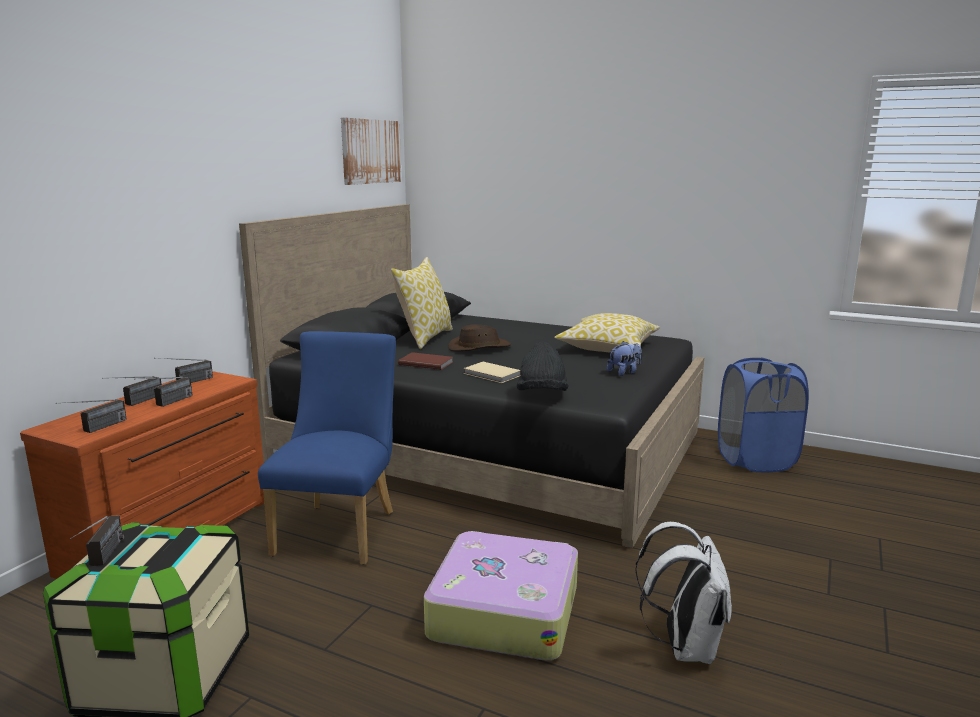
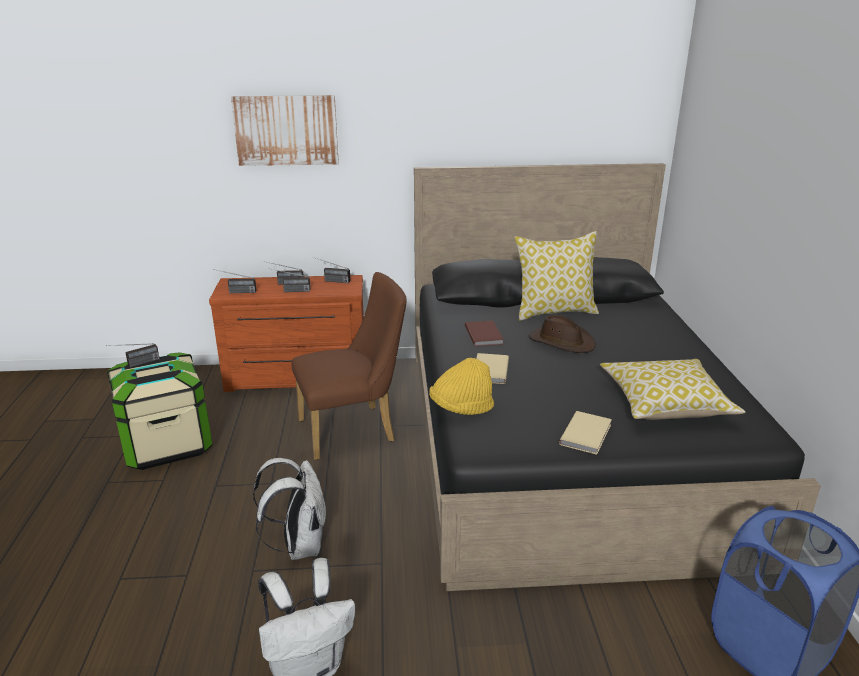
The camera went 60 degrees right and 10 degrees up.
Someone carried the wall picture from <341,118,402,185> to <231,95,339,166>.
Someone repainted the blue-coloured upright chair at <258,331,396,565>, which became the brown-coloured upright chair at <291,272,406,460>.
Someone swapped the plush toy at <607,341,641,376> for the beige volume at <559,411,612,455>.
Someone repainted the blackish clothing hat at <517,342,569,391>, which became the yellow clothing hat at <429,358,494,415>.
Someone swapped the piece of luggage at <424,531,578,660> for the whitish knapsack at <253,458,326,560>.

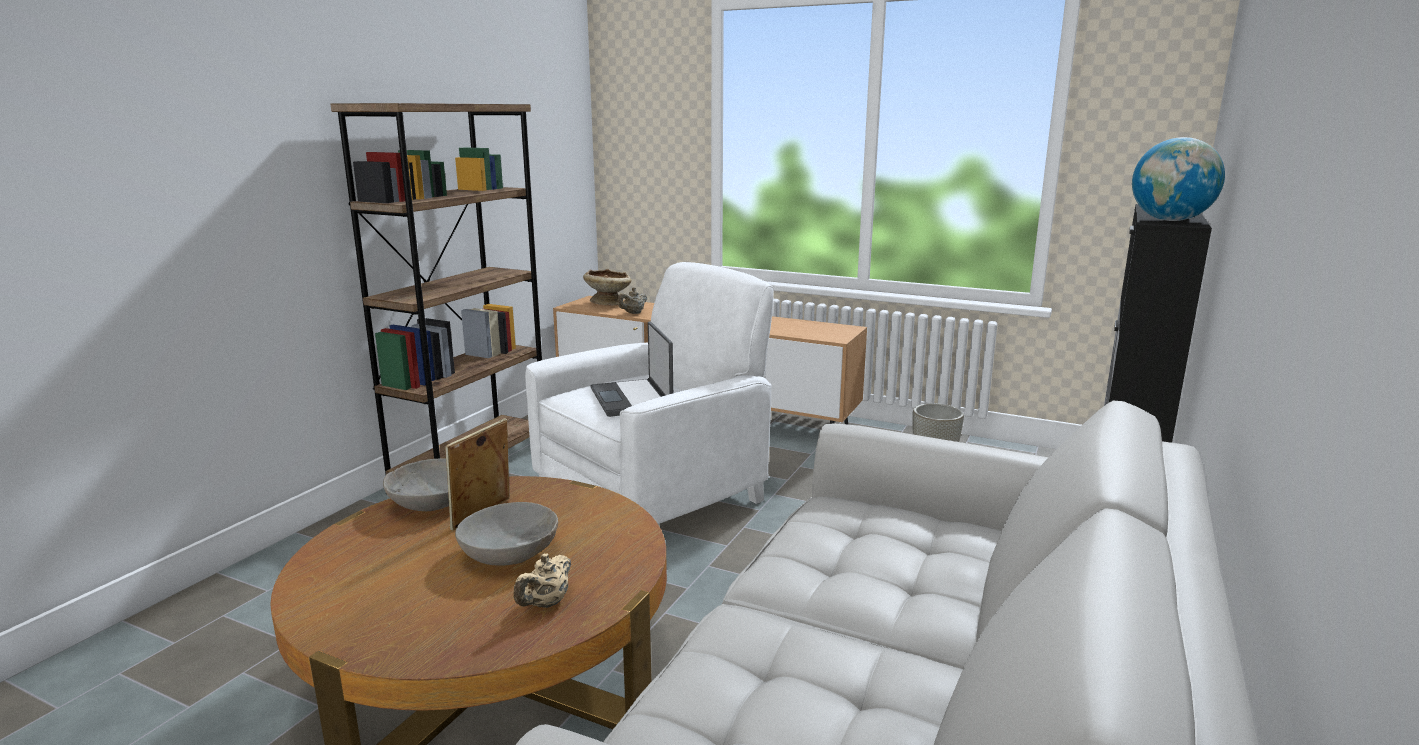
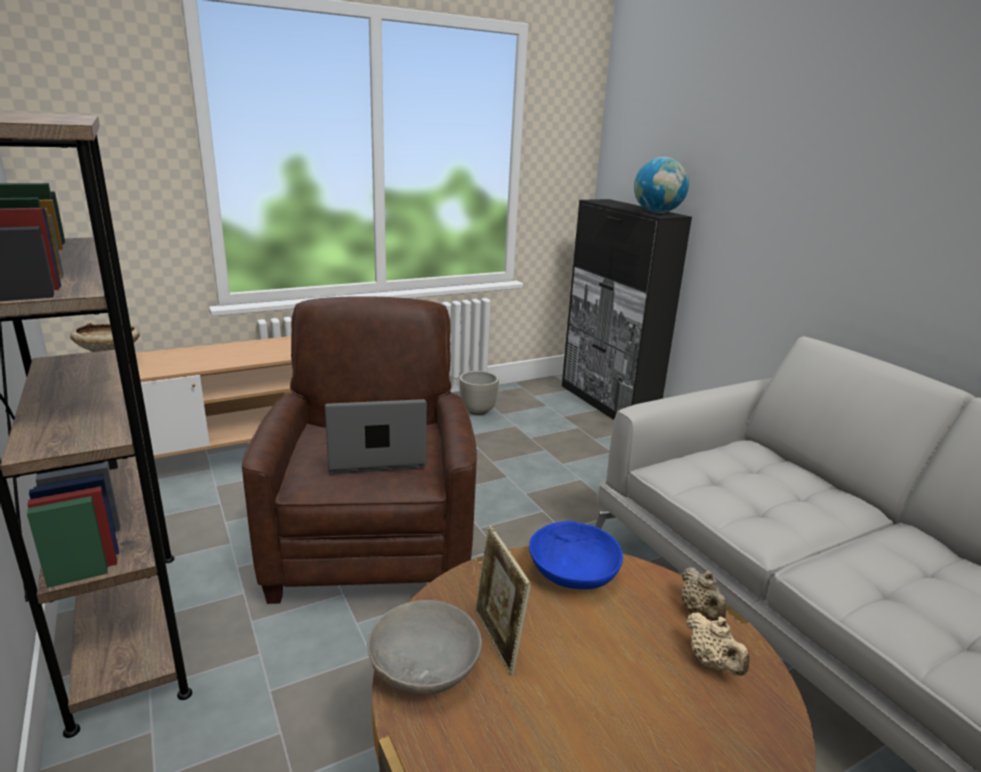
The camera went 55 degrees left and 5 degrees up.
Someone repainted the whitish lounge chair at <525,262,774,524>, which became the brown-coloured lounge chair at <242,296,477,604>.
Someone carried the beige tea pot from <618,287,647,314> to <681,567,727,621>.
Someone rotated the portable computer at <590,321,673,417> by 150 degrees clockwise.
Someone took away the gray bowl at <455,502,558,566>.
Someone put down the blue-coloured bowl at <529,521,623,589>.

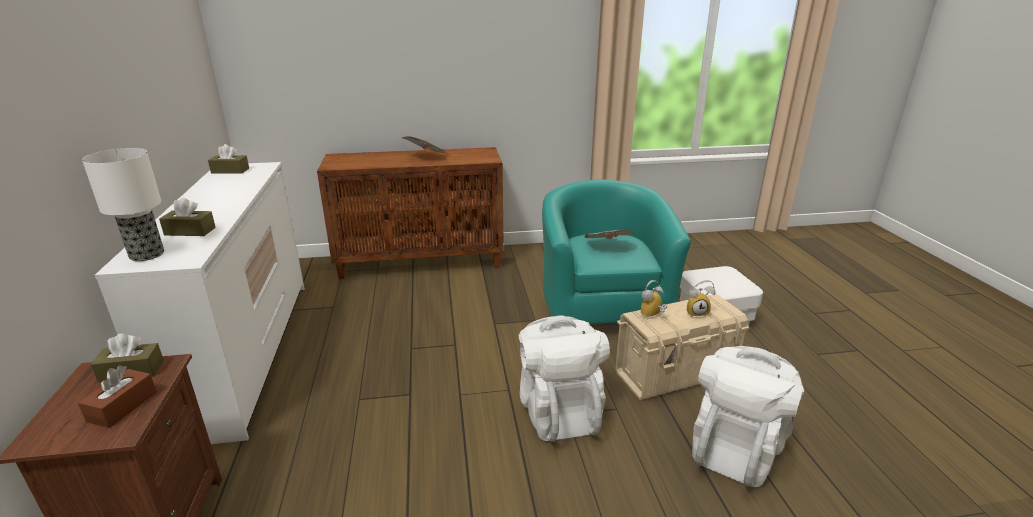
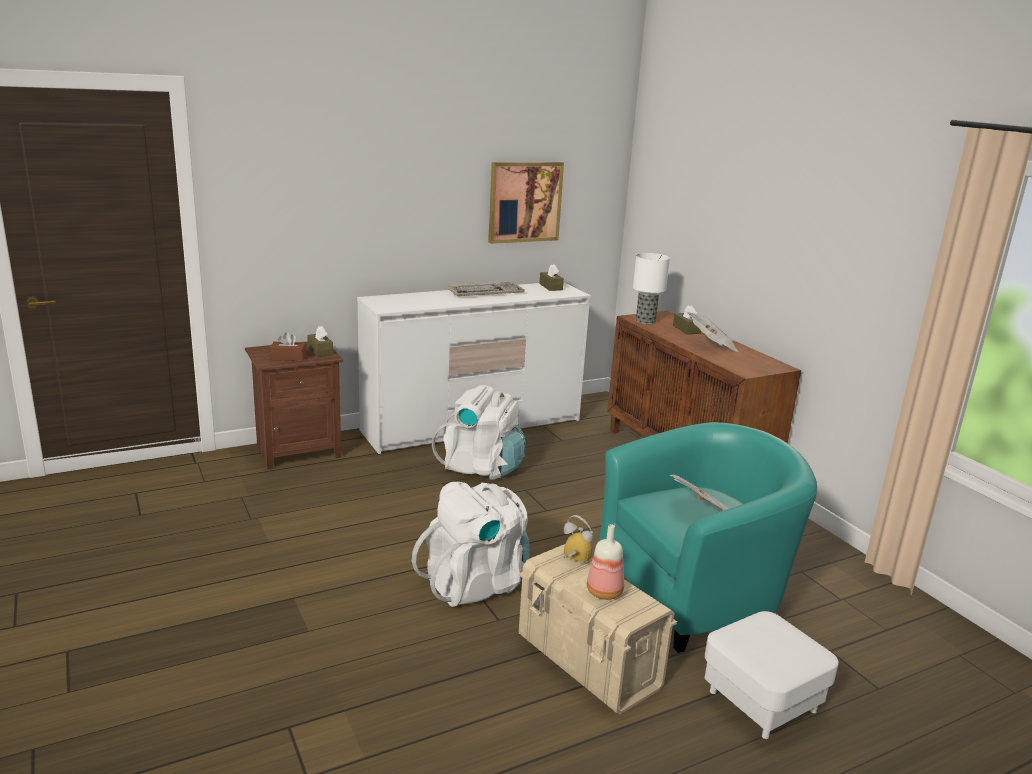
The camera went 70 degrees right and 5 degrees down.
Someone carried the lamp for a table from <82,148,164,261> to <633,253,670,324>.
Someone carried the brown-coloured tissue holder from <159,198,216,236> to <673,305,701,334>.
Someone swapped the alarm clock at <687,280,716,317> for the bottle at <587,524,624,600>.
Someone carried the whitish knapsack from <692,346,804,487> to <432,385,526,479>.
Someone put up the wall picture at <488,162,564,244>.
Someone put down the computer keyboard at <448,281,525,296>.

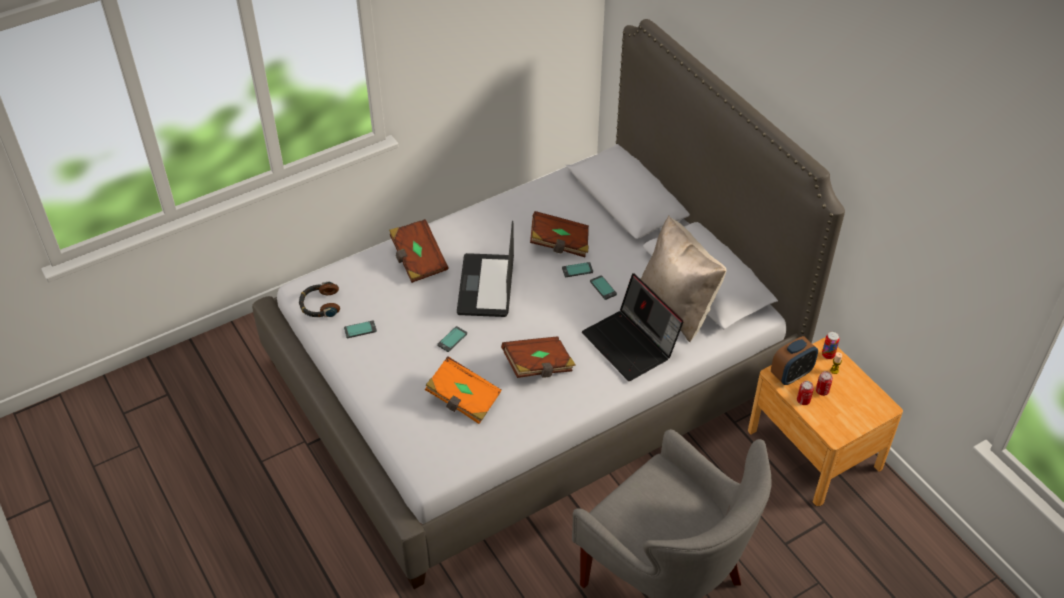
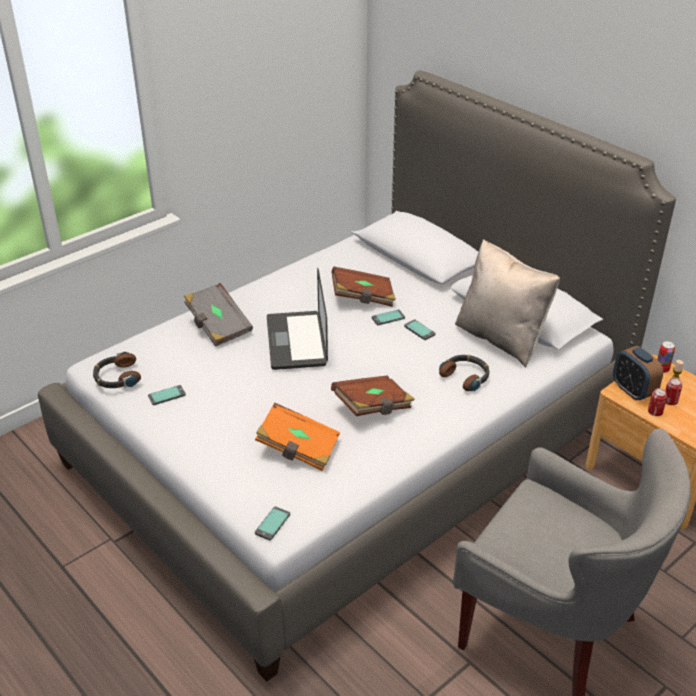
The camera went 10 degrees left and 10 degrees down.
Someone repainted the brown-coloured volume at <389,219,448,283>, which became the gray volume at <184,283,253,346>.
Someone swapped the portable computer at <582,273,684,381> for the headphones at <439,355,490,391>.
Someone carried the phone from <437,326,467,352> to <255,506,290,540>.
Someone rotated the alarm clock at <771,336,818,385> by 105 degrees clockwise.

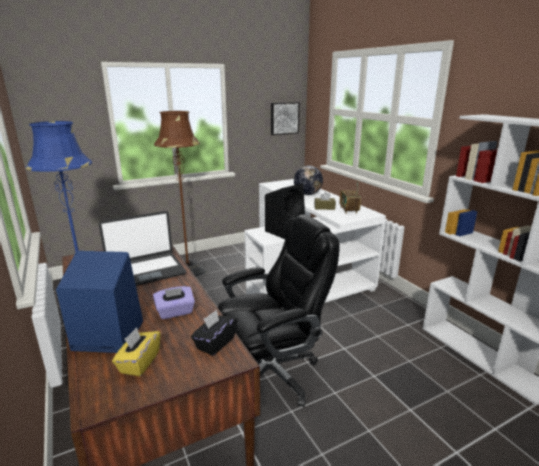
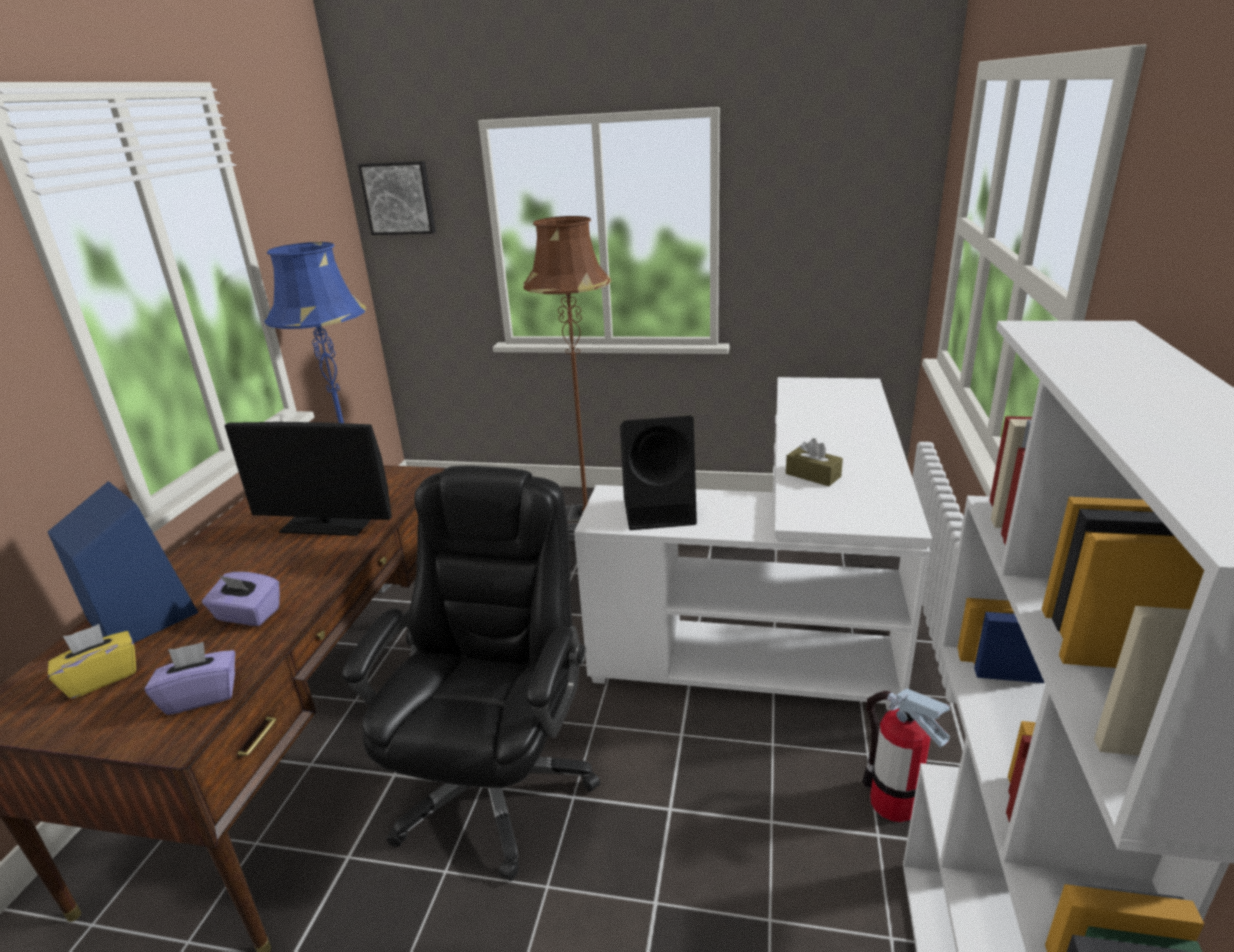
The camera went 40 degrees right and 5 degrees up.
Someone carried the wall picture from <271,102,300,135> to <358,161,436,235>.
Someone took away the globe at <294,165,323,195>.
Someone took away the radio at <340,184,361,214>.
Someone swapped the portable computer at <99,211,186,286> for the computer screen at <224,422,392,536>.
Someone rotated the blackish office chair at <218,215,340,407> by 90 degrees counterclockwise.
Someone repainted the blackish tissue holder at <191,310,237,356>, which became the purple-coloured tissue holder at <145,642,235,715>.
Someone put down the fire-fighting cylinder at <863,688,950,822>.

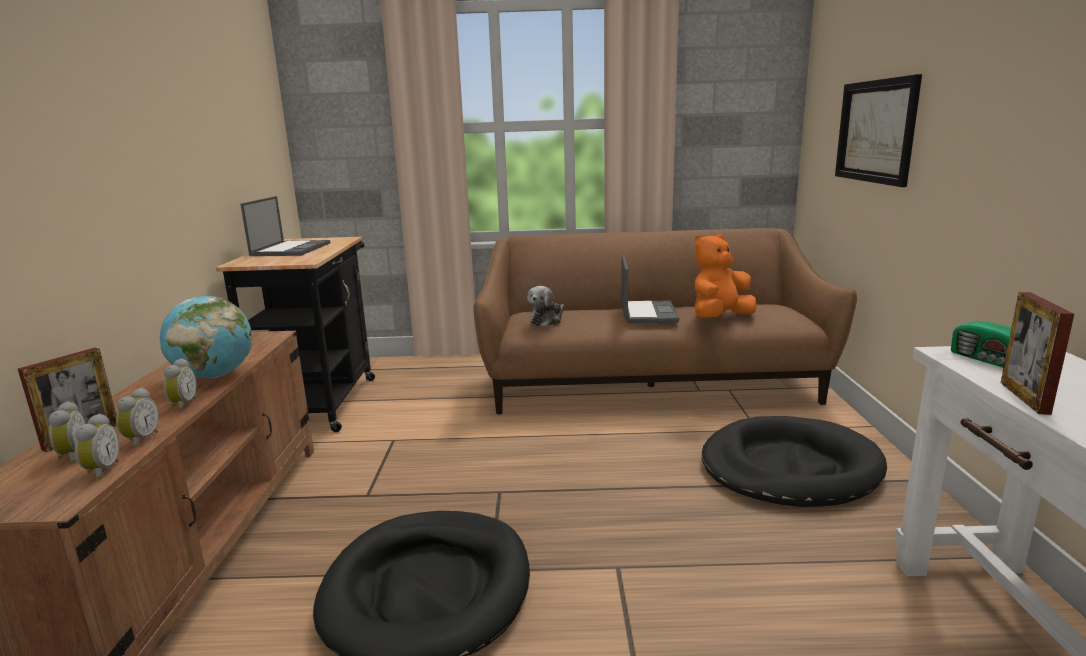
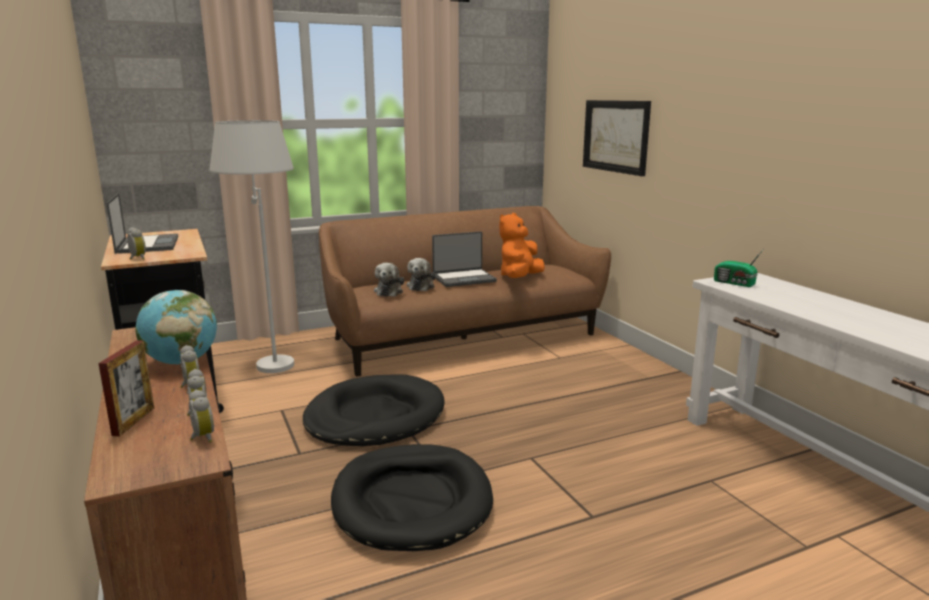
The camera went 25 degrees left and 0 degrees up.
Someone rotated the portable computer at <621,255,679,323> by 90 degrees clockwise.
Someone took away the standing frame at <1001,292,1074,415>.
Someone carried the alarm clock from <48,401,87,463> to <127,227,146,260>.
Someone carried the blackish dog cushion from <702,416,887,507> to <303,374,444,446>.
Someone put down the whitish standard lamp at <210,120,294,373>.
Someone put down the plush toy at <407,258,436,291>.

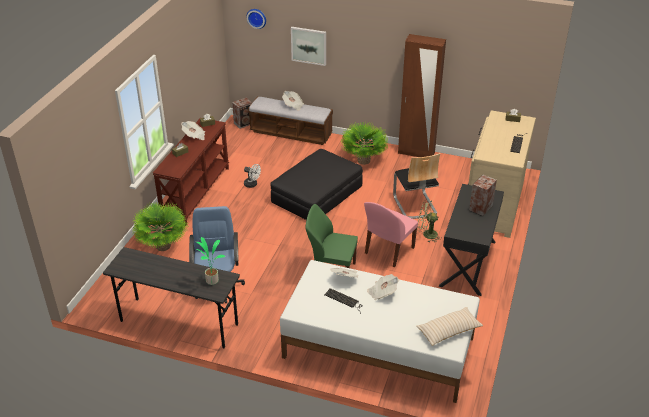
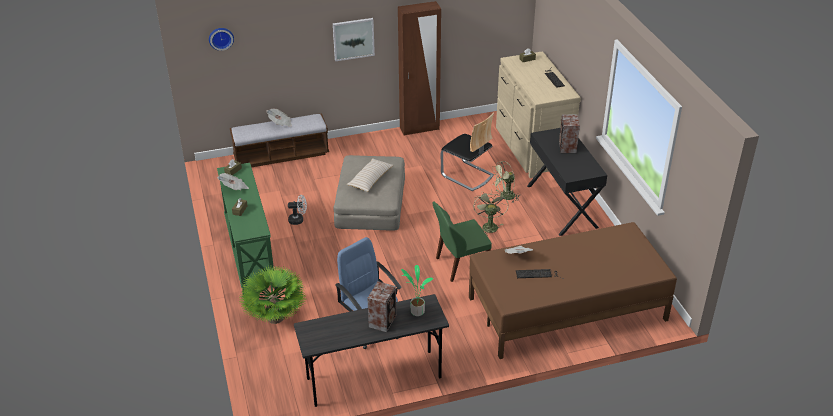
The camera went 35 degrees left and 0 degrees up.
Someone carried the wall picture from <291,27,326,66> to <333,18,375,61>.
Someone carried the loudspeaker from <232,98,252,129> to <367,282,396,332>.
Someone repainted the brown-coloured console table at <153,119,229,226>, which became the greenish console table at <217,163,275,290>.
Someone took away the plant in a pot at <340,121,388,165>.
Someone repainted the blackish ottoman at <270,149,363,220>, which became the beige ottoman at <334,155,405,231>.
Someone swapped the pinkish upright chair at <364,202,418,267> for the greenish fan at <473,190,509,236>.
Someone repainted the whitish sleeping bed at <280,260,480,403>, which became the brown-coloured sleeping bed at <469,222,677,359>.
Someone took away the printed paper at <367,274,399,300>.
Someone carried the beige pillow from <416,307,483,346> to <347,158,394,192>.

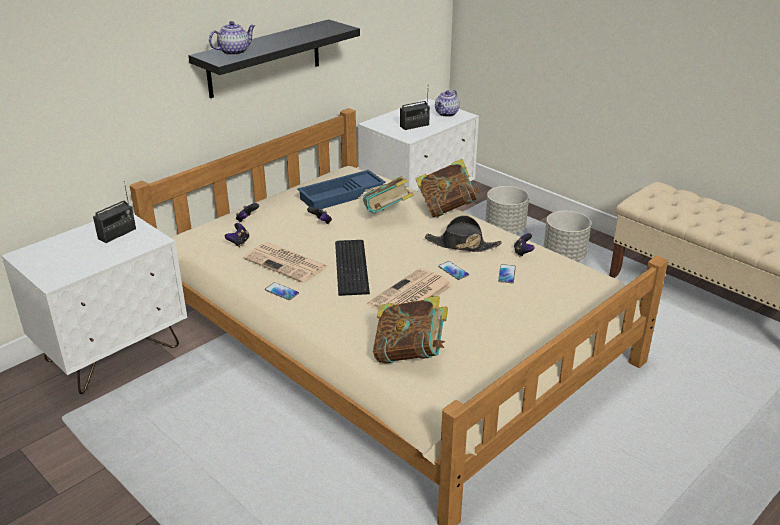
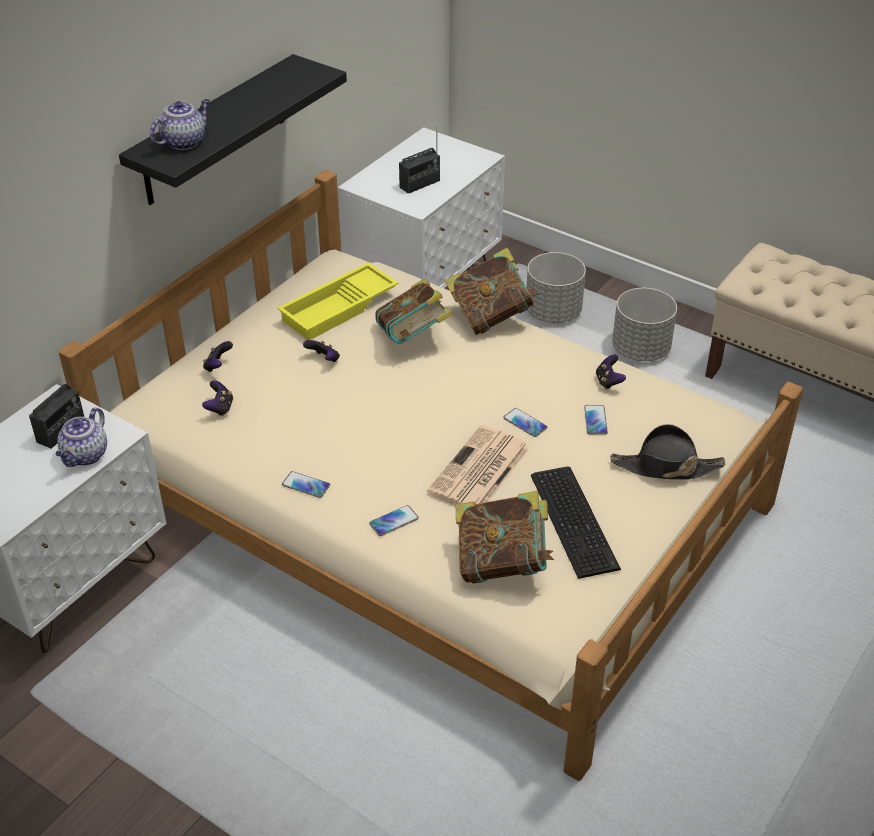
The camera went 10 degrees left and 10 degrees up.
Someone carried the tea pot from <435,90,460,117> to <56,407,107,467>.
Someone repainted the blue-coloured serving tray at <297,170,386,209>, which became the yellow serving tray at <277,263,398,340>.
Someone carried the blackish clothing hat from <425,215,502,252> to <610,424,726,480>.
Someone carried the computer keyboard from <335,240,370,296> to <531,466,621,579>.
Someone took away the printed paper at <243,242,327,283>.
Someone put down the phone at <369,505,419,536>.

